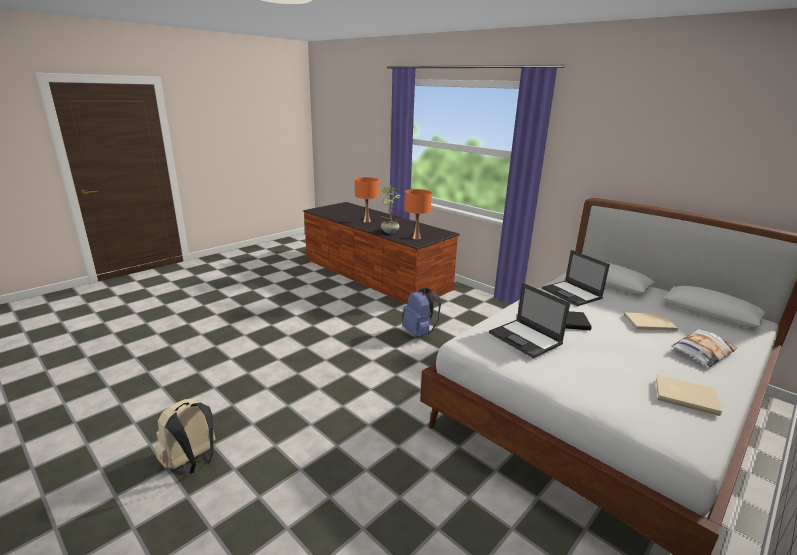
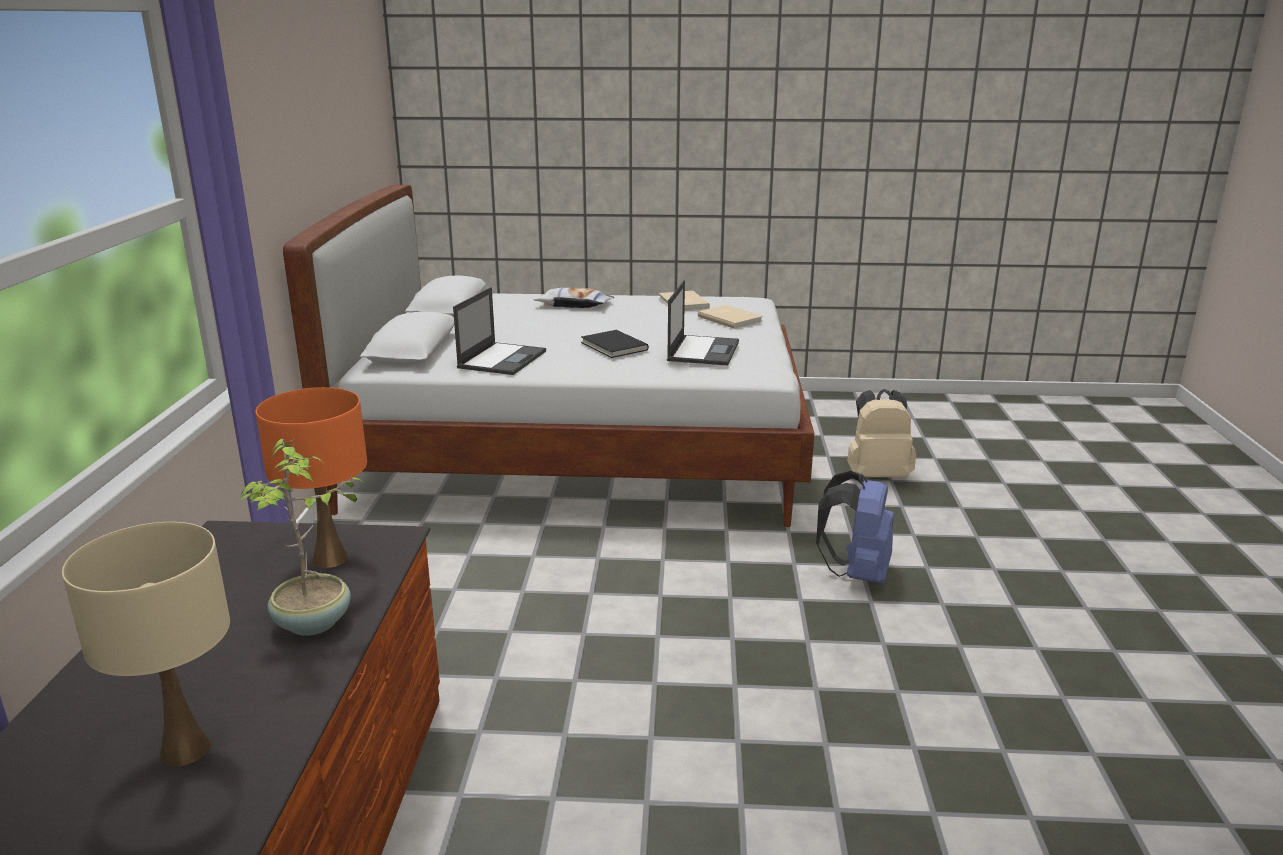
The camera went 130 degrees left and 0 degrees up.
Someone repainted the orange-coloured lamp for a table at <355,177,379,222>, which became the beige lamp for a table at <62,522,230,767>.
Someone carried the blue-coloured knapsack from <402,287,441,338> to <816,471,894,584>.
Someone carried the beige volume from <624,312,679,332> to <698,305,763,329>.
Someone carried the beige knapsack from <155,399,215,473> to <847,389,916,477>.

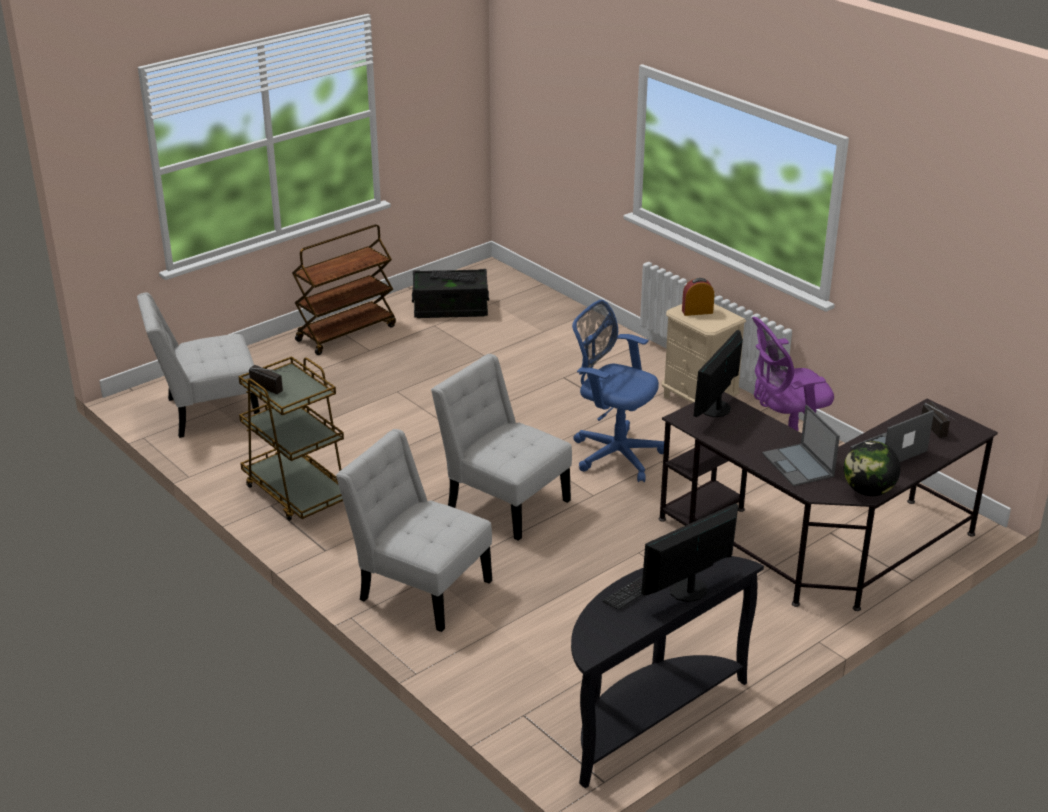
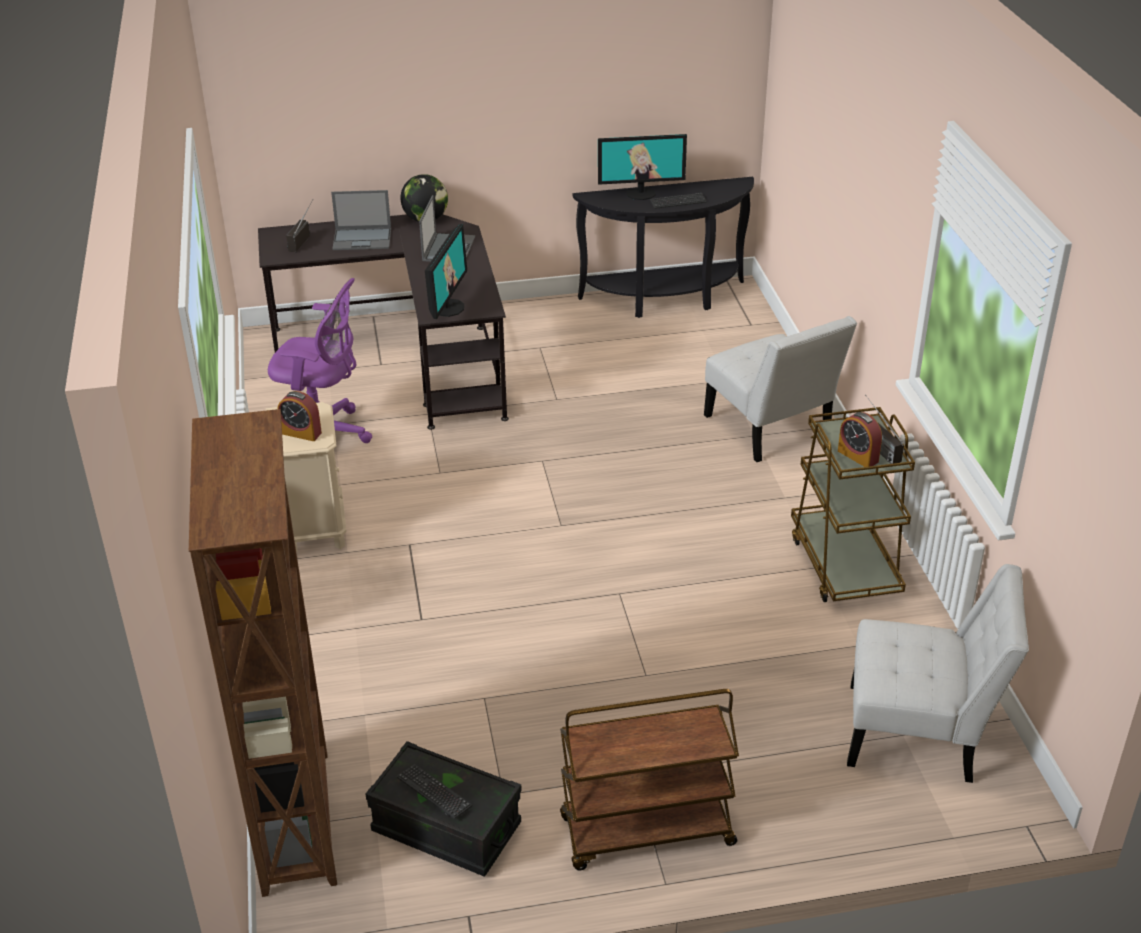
The camera went 150 degrees left and 5 degrees up.
Someone took away the blue-coloured office chair at <572,300,664,482>.
Someone rotated the computer screen at <693,330,743,417> by 45 degrees counterclockwise.
Someone took away the whitish upright chair at <431,354,572,541>.
Someone put down the brown-coloured shelving unit at <189,409,337,897>.
Someone put down the alarm clock at <838,412,882,467>.

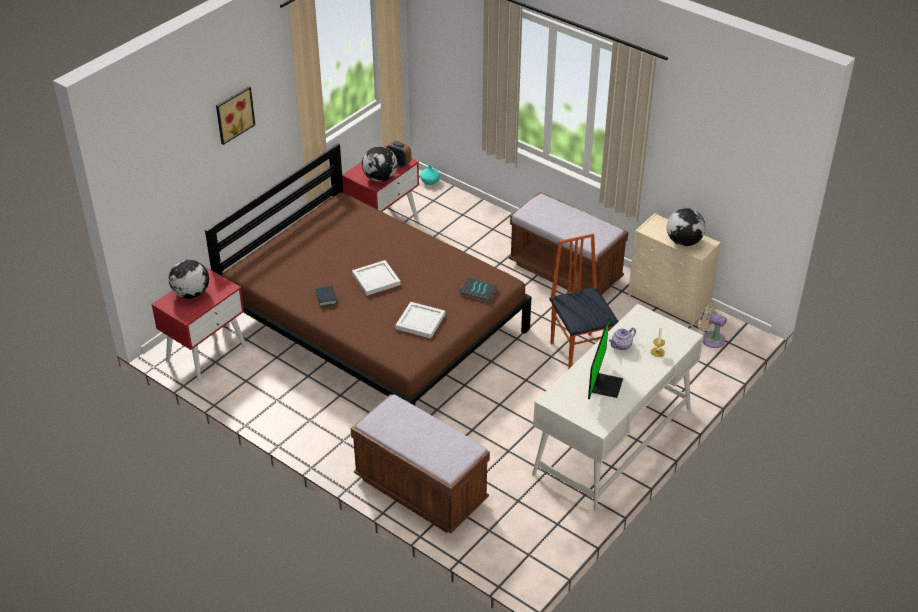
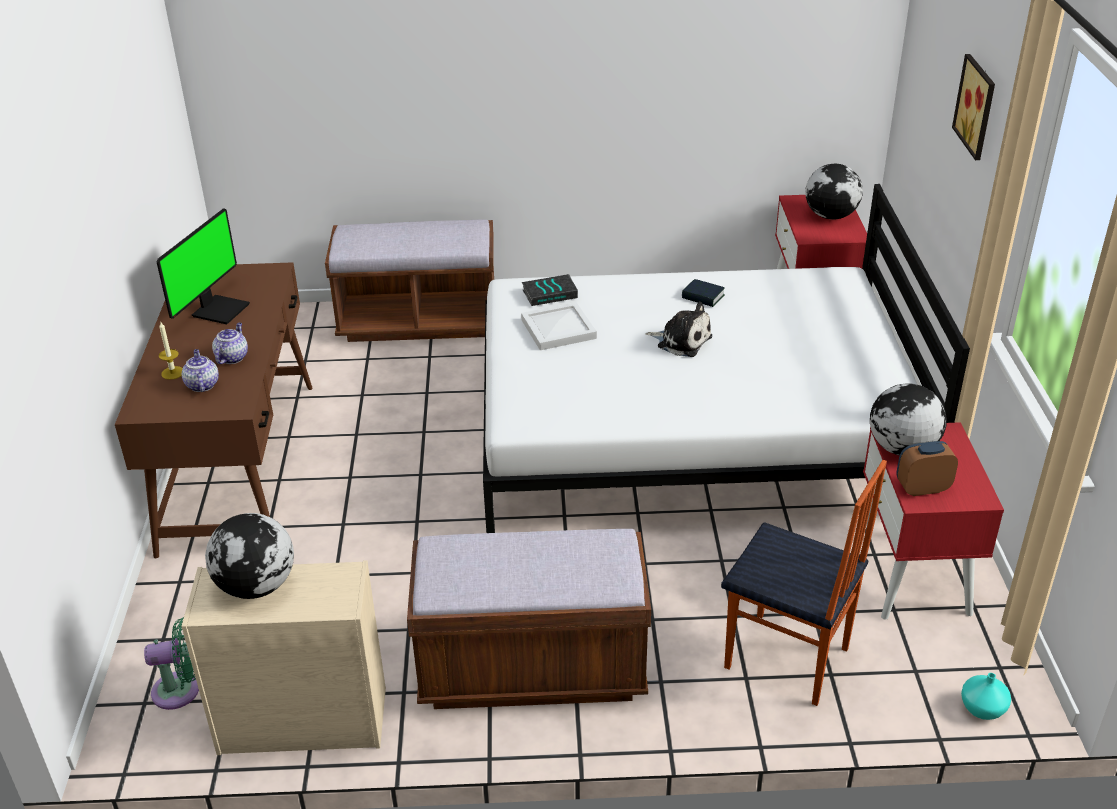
The camera went 140 degrees right and 5 degrees down.
Someone repainted the brown-coloured sleeping bed at <205,143,532,406>, which became the whitish sleeping bed at <483,184,970,533>.
Someone carried the upright chair from <550,233,619,369> to <721,460,887,706>.
Someone swapped the whitish serving tray at <352,260,401,296> for the plush toy at <646,302,712,357>.
Someone carried the volume from <459,277,497,302> to <522,274,578,306>.
Someone repainted the beige fan at <698,301,727,348>, which became the greenish fan at <144,617,199,710>.
Someone repainted the whitish desk table at <532,304,704,512>, which became the brown-coloured desk table at <115,262,313,558>.
Someone rotated the computer screen at <588,318,623,399> by 135 degrees counterclockwise.
Someone put down the tea pot at <182,349,219,392>.

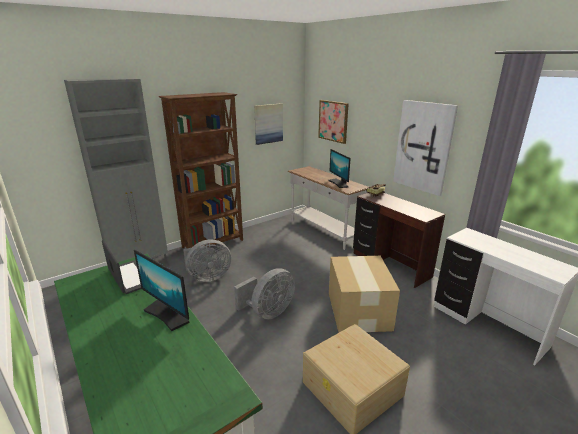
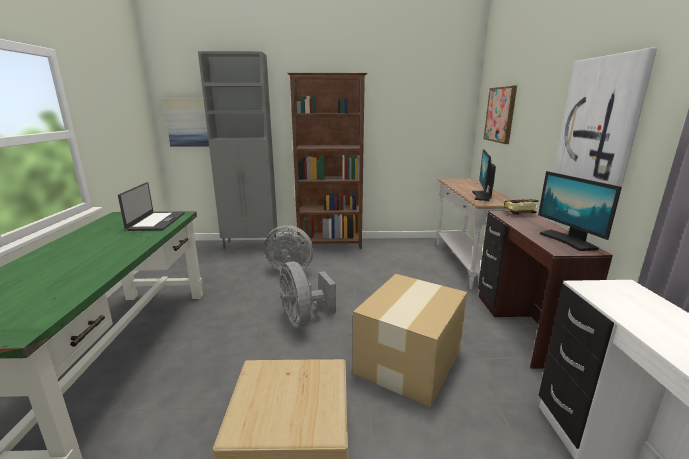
The camera went 35 degrees right and 5 degrees down.
Someone carried the wall picture from <254,103,283,145> to <163,99,209,147>.
Someone carried the computer screen from <134,250,189,331> to <538,171,622,251>.
Someone rotated the gray fan at <234,268,295,319> by 75 degrees clockwise.

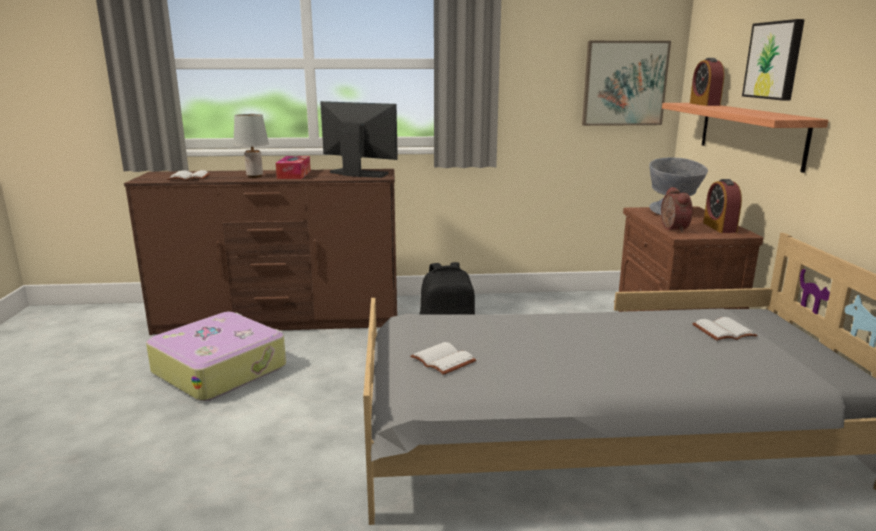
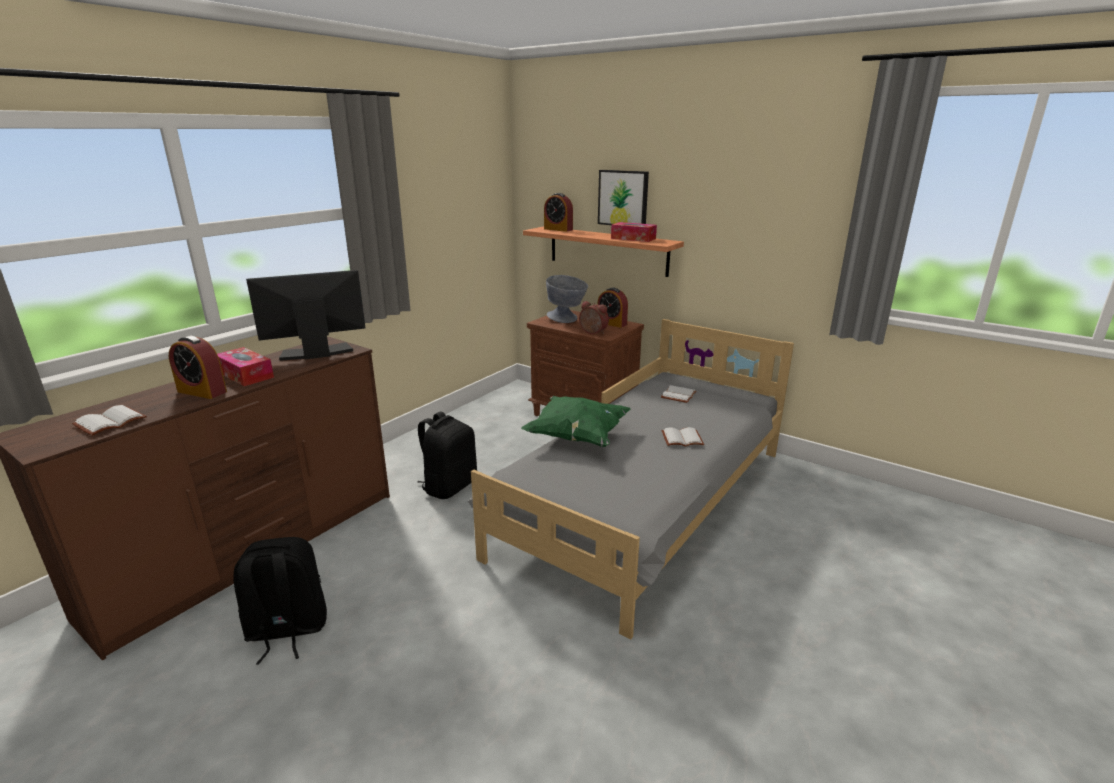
The camera went 50 degrees left and 5 degrees up.
Someone took away the wall picture at <582,41,671,126>.
Someone swapped the gray lamp for a table at <233,114,269,178> for the alarm clock at <169,336,227,399>.
Someone swapped the piece of luggage at <146,312,286,401> for the blackish knapsack at <233,537,327,665>.
Someone carried the whitish volume from <410,342,476,375> to <662,427,704,447>.
Someone put down the tissue holder at <611,222,657,242>.
Someone put down the greenish pillow at <521,396,631,447>.

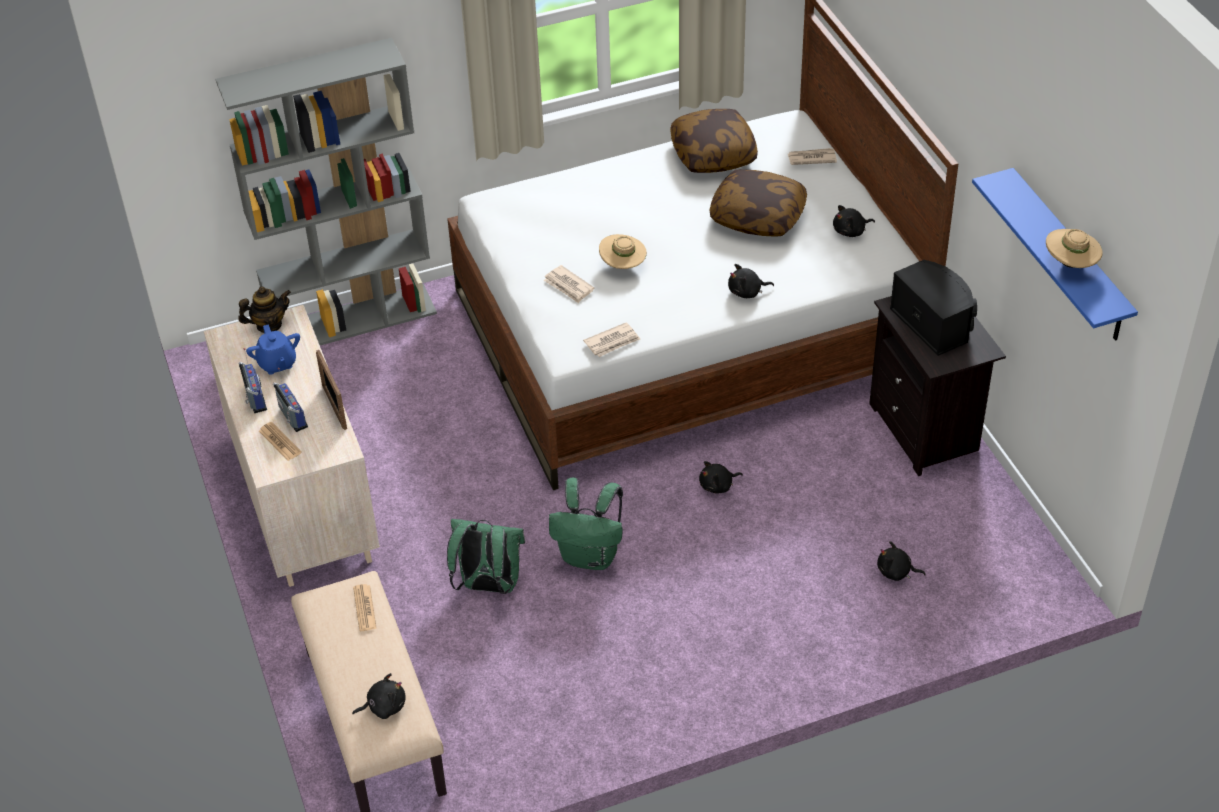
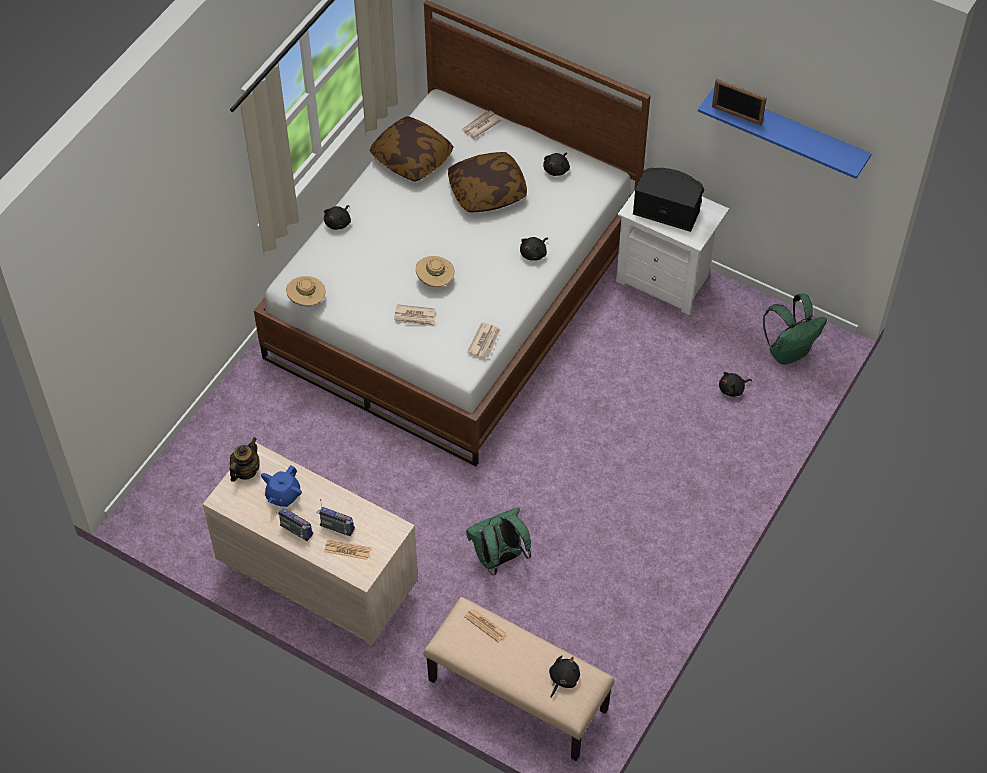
The camera went 40 degrees left and 10 degrees up.
Someone took away the gray shelving unit at <216,38,437,345>.
Someone carried the beige clothing hat from <1046,229,1103,268> to <286,276,326,306>.
Someone repainted the blackish night table at <869,296,1006,476>, which became the whitish night table at <616,191,729,315>.
Someone rotated the blue-coloured tea pot at <246,324,300,374> by 90 degrees clockwise.
Someone carried the standing frame from <316,350,347,430> to <712,79,767,125>.
Someone carried the blackish plush toy from <699,461,743,494> to <324,205,351,230>.
Someone carried the greenish knapsack from <549,478,623,570> to <763,293,827,364>.

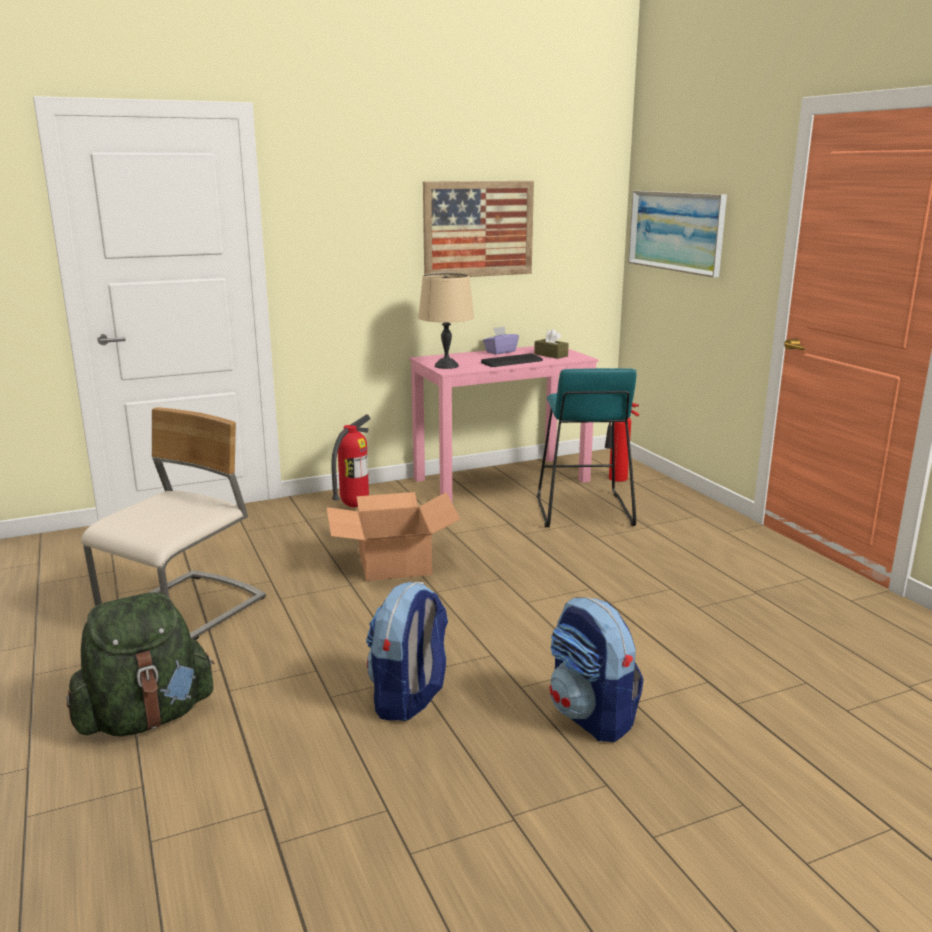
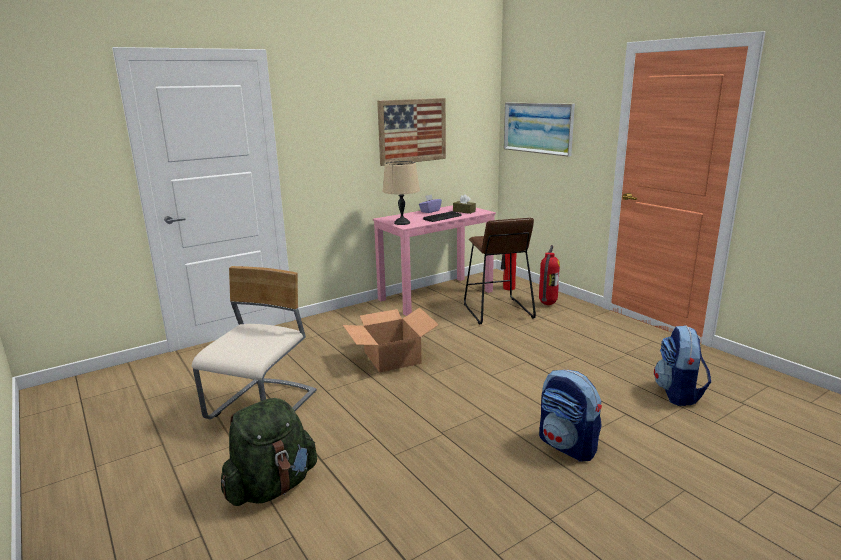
The camera went 10 degrees left and 0 degrees up.
Someone repainted the turquoise stool seat at <537,368,637,527>, which became the brown-coloured stool seat at <464,218,536,324>.
Someone carried the fire-fighting cylinder from <331,414,370,507> to <539,245,560,305>.
Someone carried the knapsack from <366,582,448,721> to <654,325,711,406>.

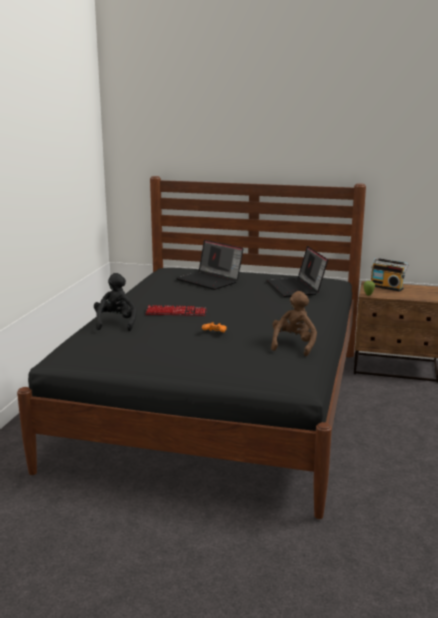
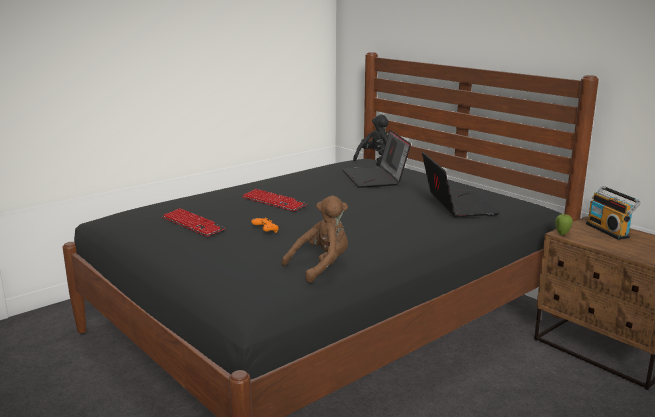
The camera went 35 degrees right and 0 degrees up.
Someone rotated the portable computer at <267,246,328,297> by 150 degrees clockwise.
Someone carried the blackish plush toy from <94,273,137,331> to <353,114,389,166>.
Someone put down the computer keyboard at <162,208,225,237>.

